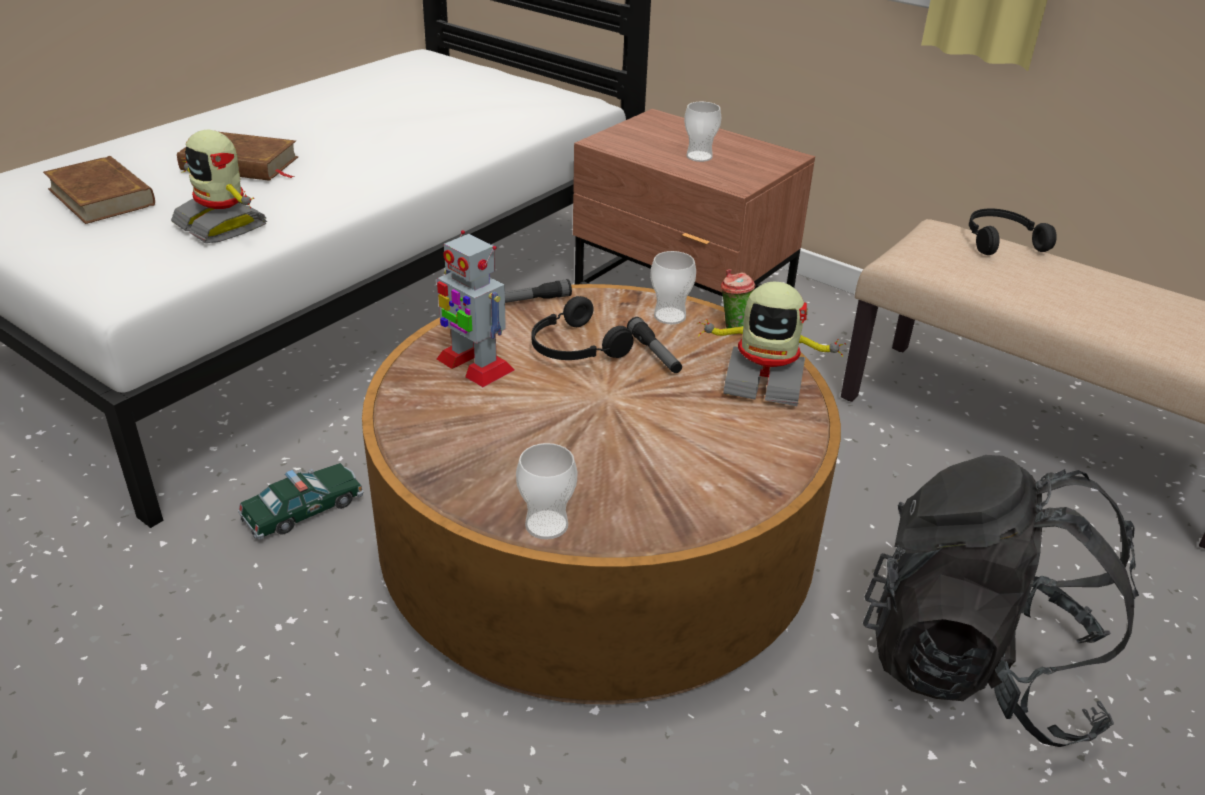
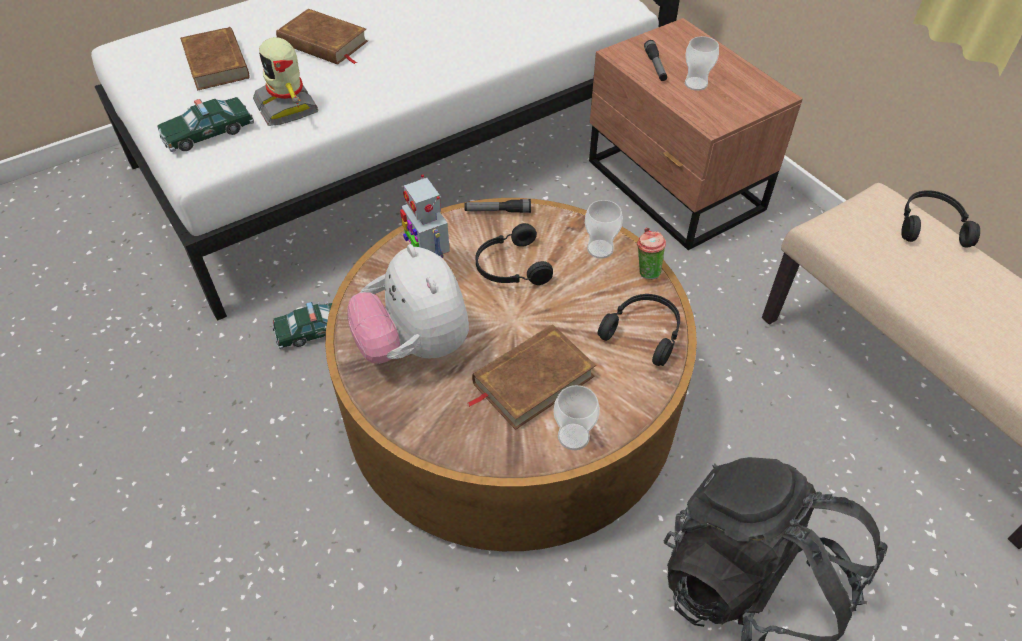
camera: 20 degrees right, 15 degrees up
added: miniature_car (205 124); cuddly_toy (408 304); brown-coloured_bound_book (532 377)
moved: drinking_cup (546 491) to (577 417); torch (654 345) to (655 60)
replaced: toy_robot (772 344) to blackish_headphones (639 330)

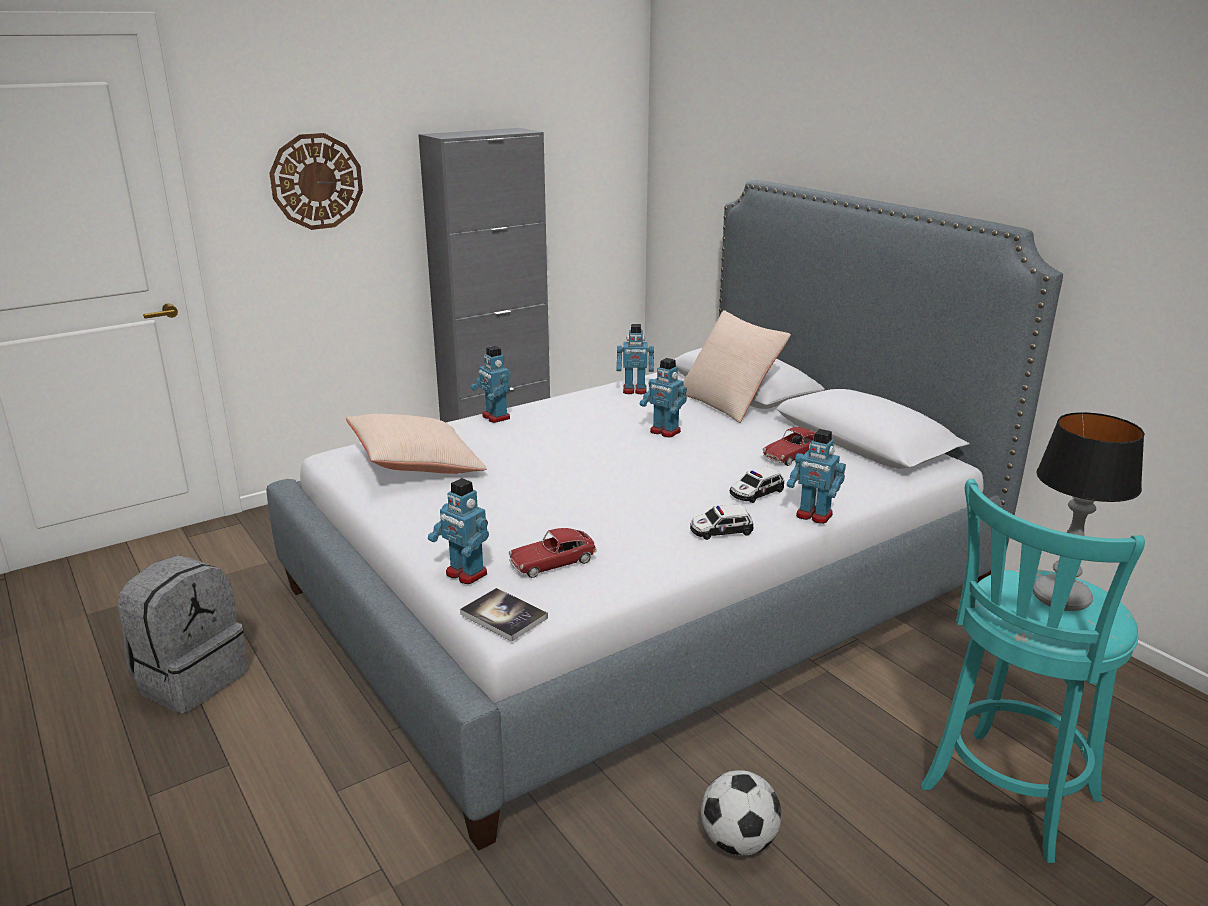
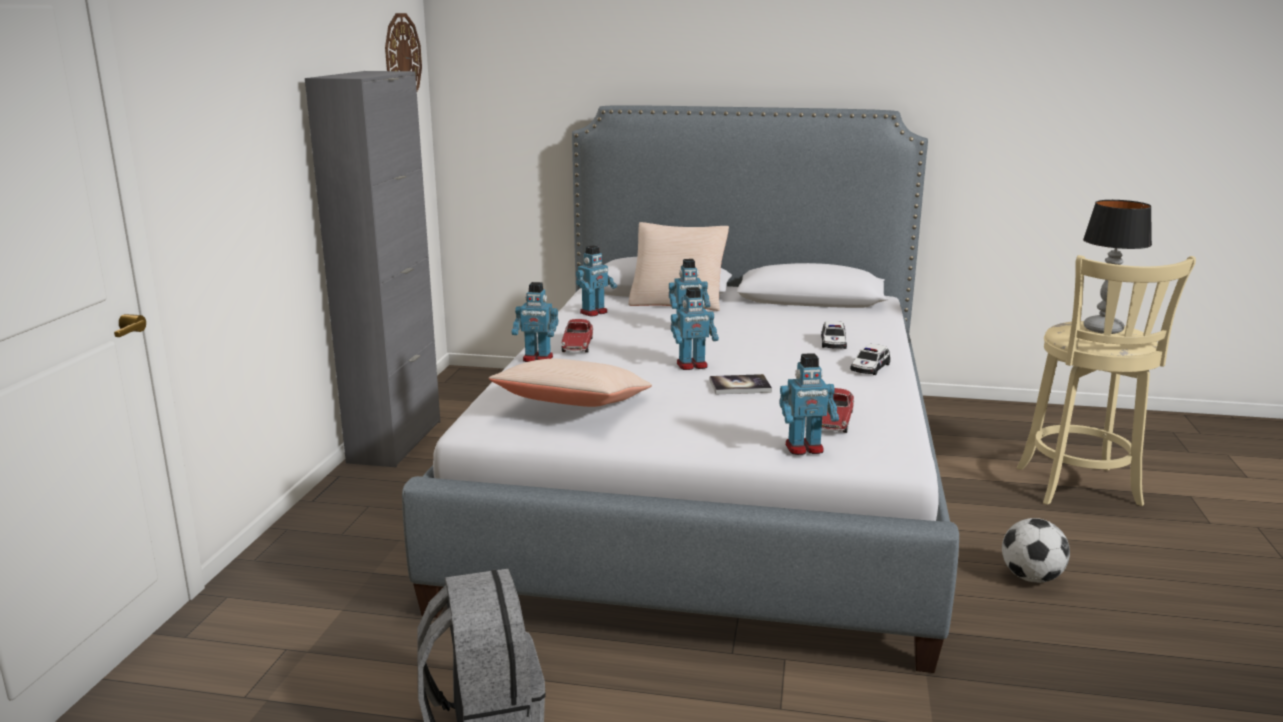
camera: 45 degrees left, 5 degrees down
moved: wall_clock (316 181) to (403 52); miniature_car (789 446) to (577 336); toy_robot (816 476) to (695 328); bound_book (504 614) to (741 384)
recoloured: turquoise-coloured_sitting_stool (1033 671) to beige-coloured_sitting_stool (1106 380)

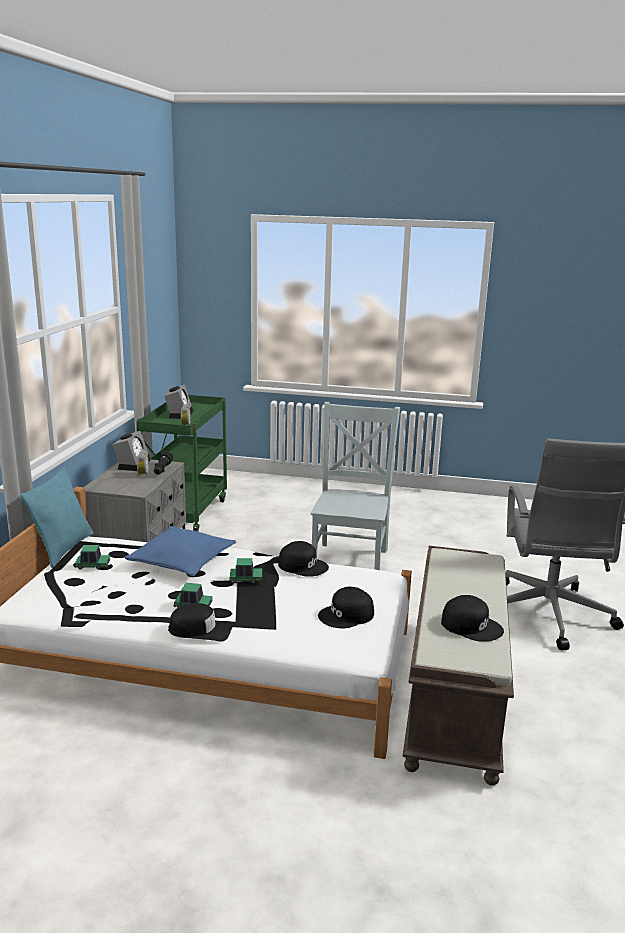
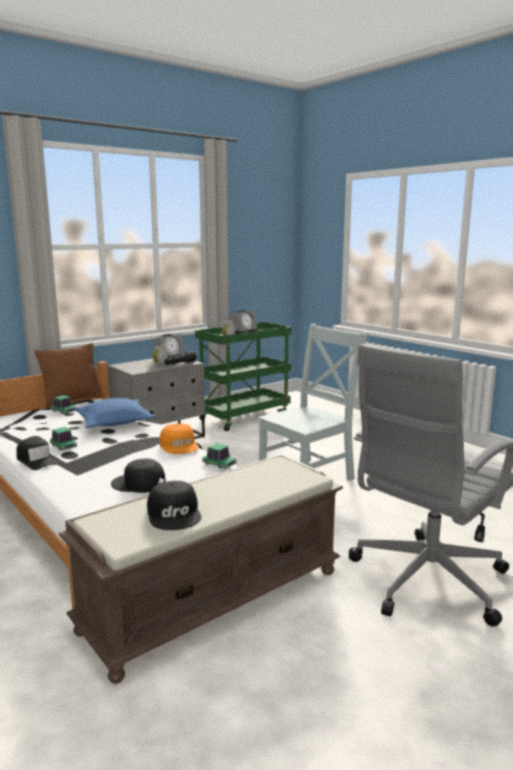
camera: 40 degrees right, 5 degrees down
moved: miniature_car (245 570) to (219 456)
recoloured: turquoise-coloured_pillow (57 517) to brown-coloured_pillow (69 375); blackish_peaked_cap (303 559) to orangey_peaked_cap (179 438)

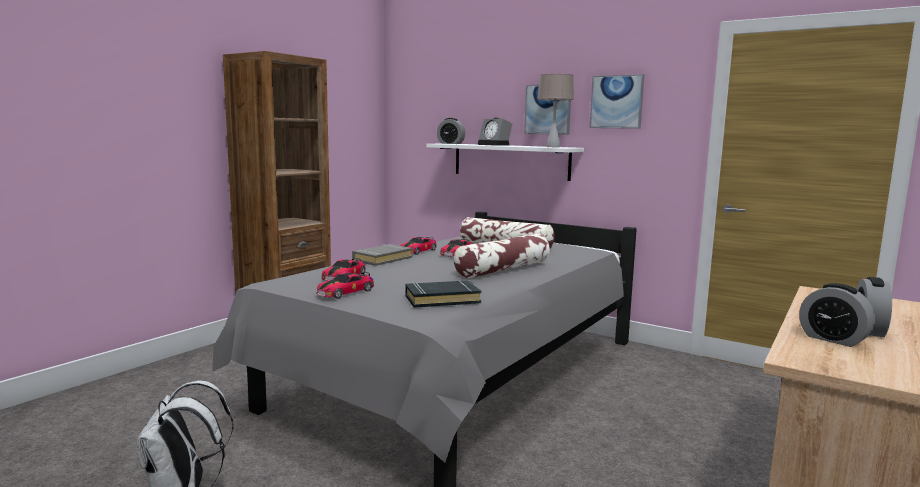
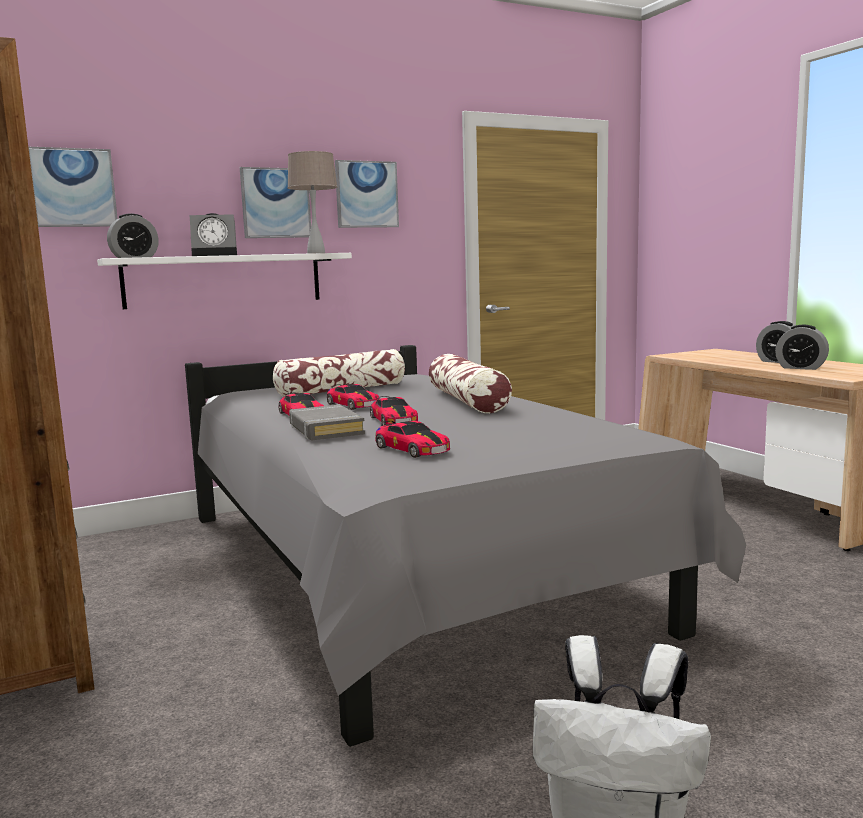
camera: 60 degrees left, 0 degrees up
removed: blackish_bound_book (443 294)
added: wall_picture (73 187)
moved: miniature_car (345 285) to (394 410)
turned: bedside_clock (837 315) = (802 347) 45 degrees clockwise

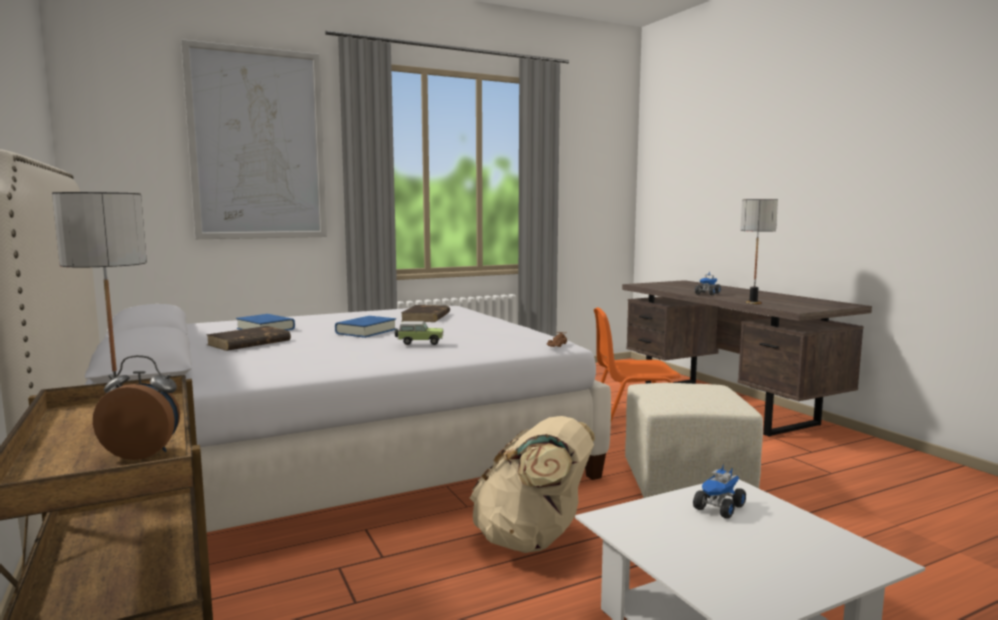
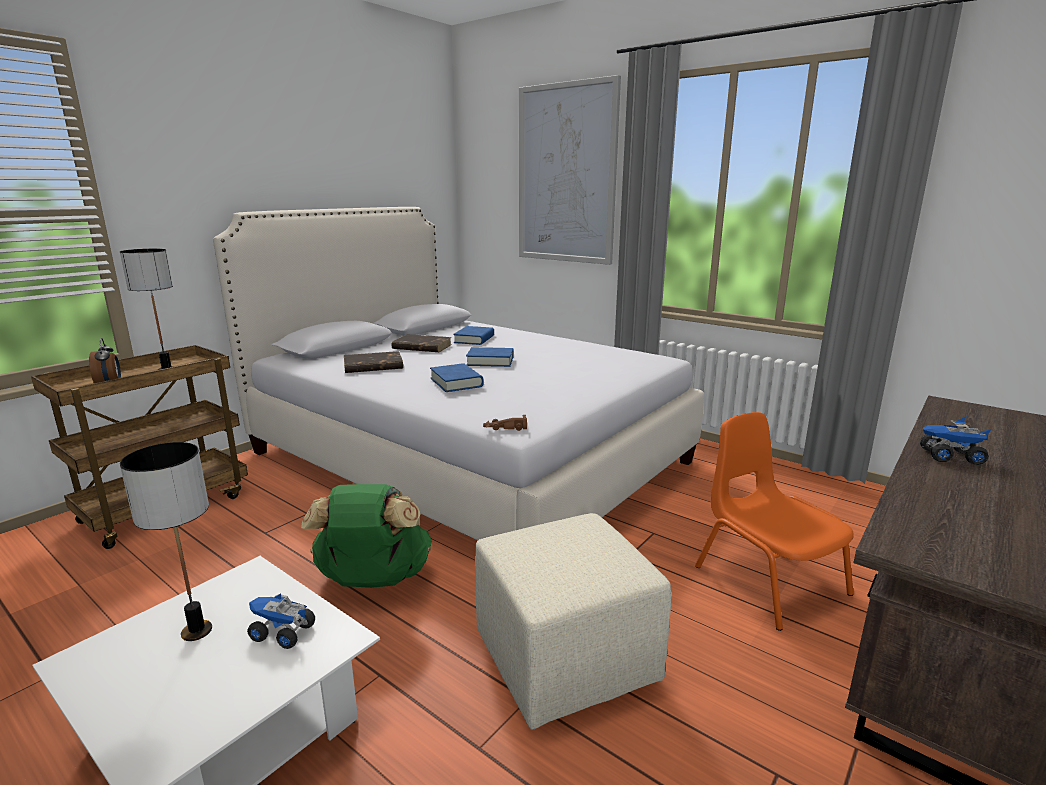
camera: 65 degrees right, 10 degrees up
moved: table_lamp (759 251) to (166 541); brown-coloured_bound_book (425 313) to (373 362)
replaced: miniature_car (419 333) to blue-coloured_bound_book (457 377)
recoloured: beige-coloured_backpack (532 484) to green-coloured_backpack (366 536)

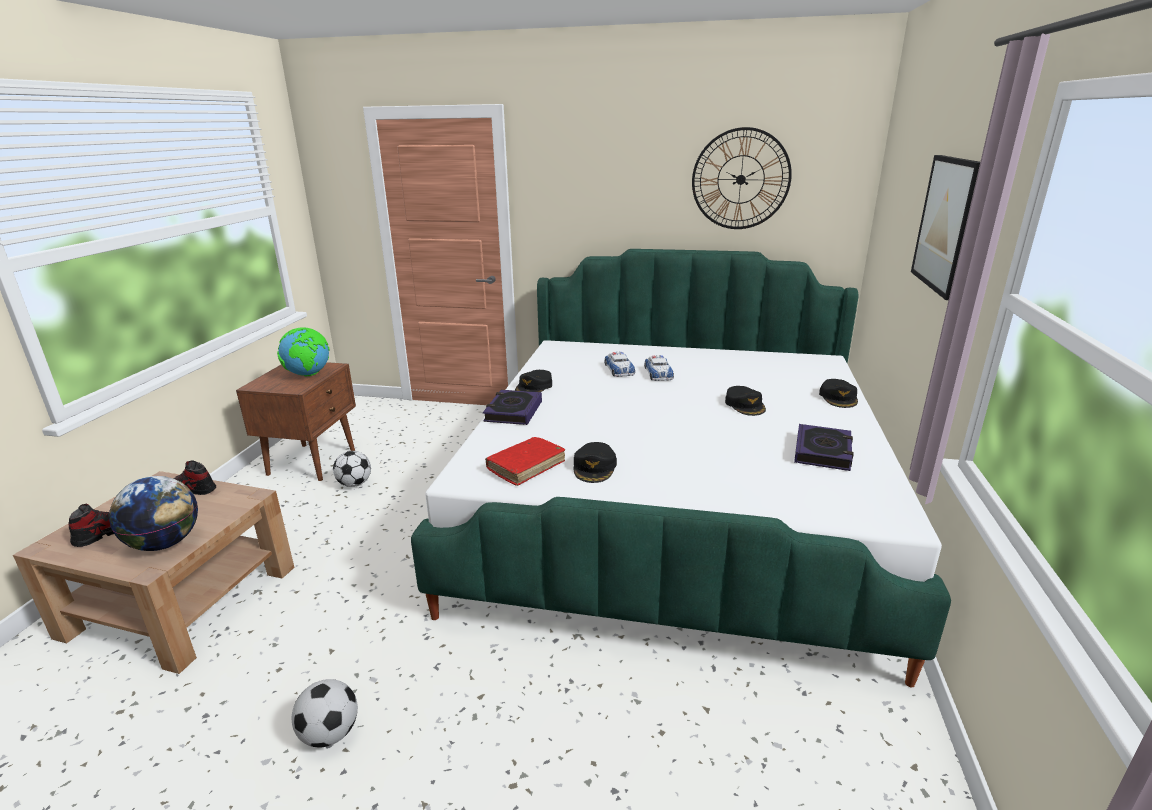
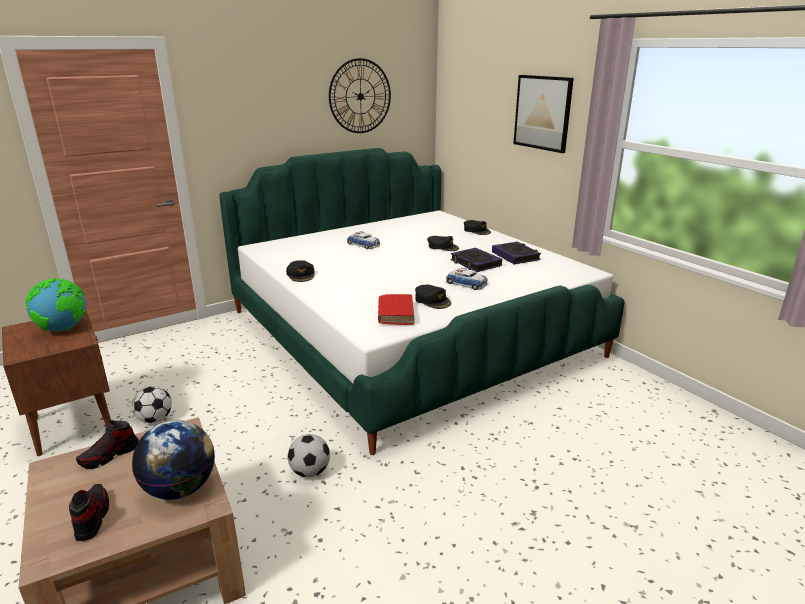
camera: 45 degrees left, 0 degrees up
moved: ball_for_football (325 713) to (309 455); miniature_car (619 364) to (466 279); bound_book (512 407) to (476 260)

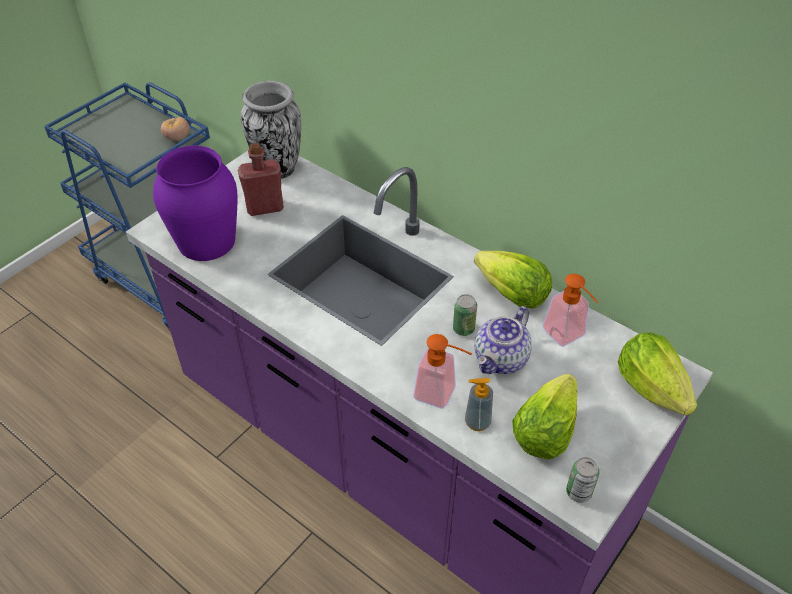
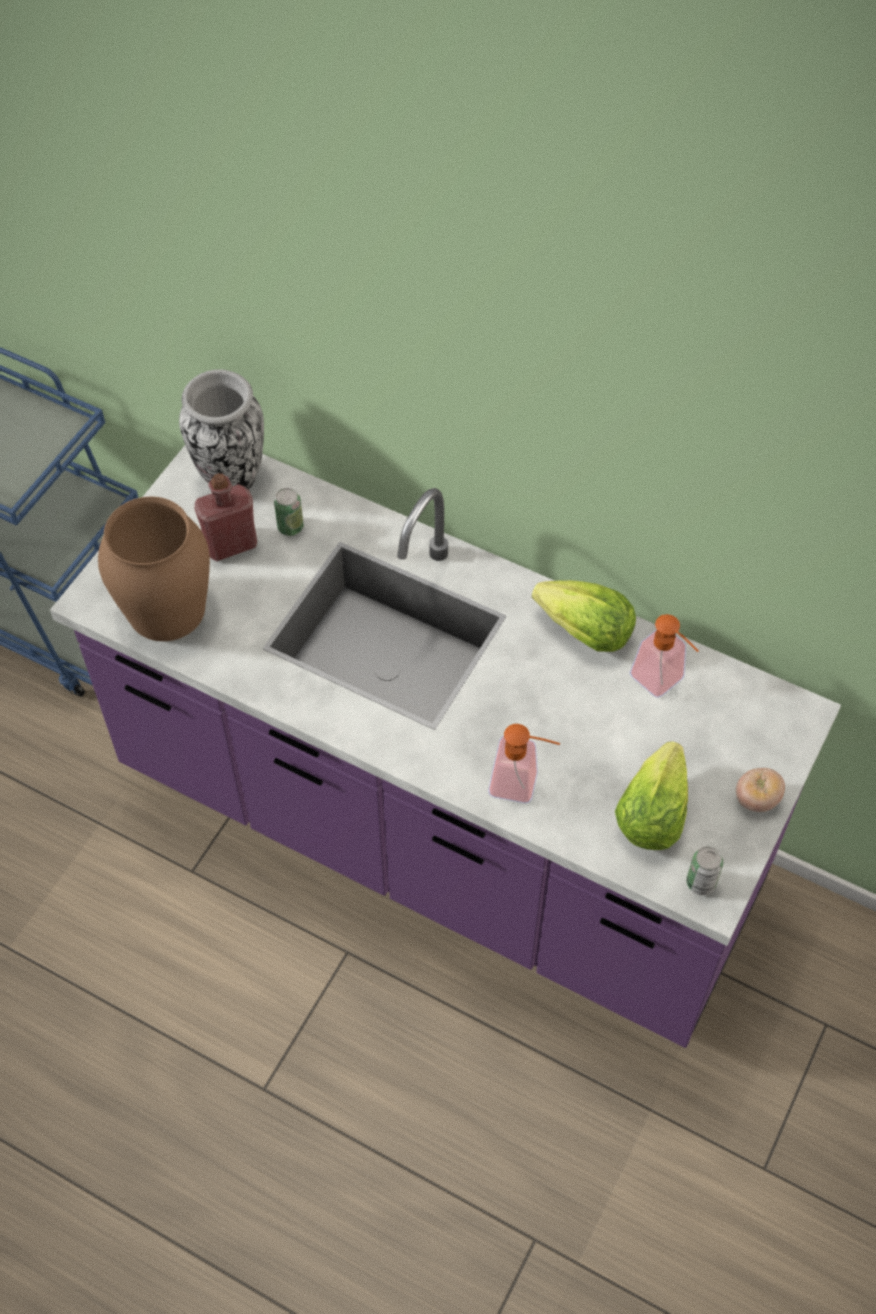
camera: 10 degrees left, 10 degrees up
removed: soap_bottle (479 404); pot_for_tea (503 340); head_of_lettuce (657 374)
moved: metal_can (465 315) to (288 512); whole_tomato (175 129) to (760 790)
recoloured: purple_decorative_vase (195 203) to brown-coloured_decorative_vase (154 568)

